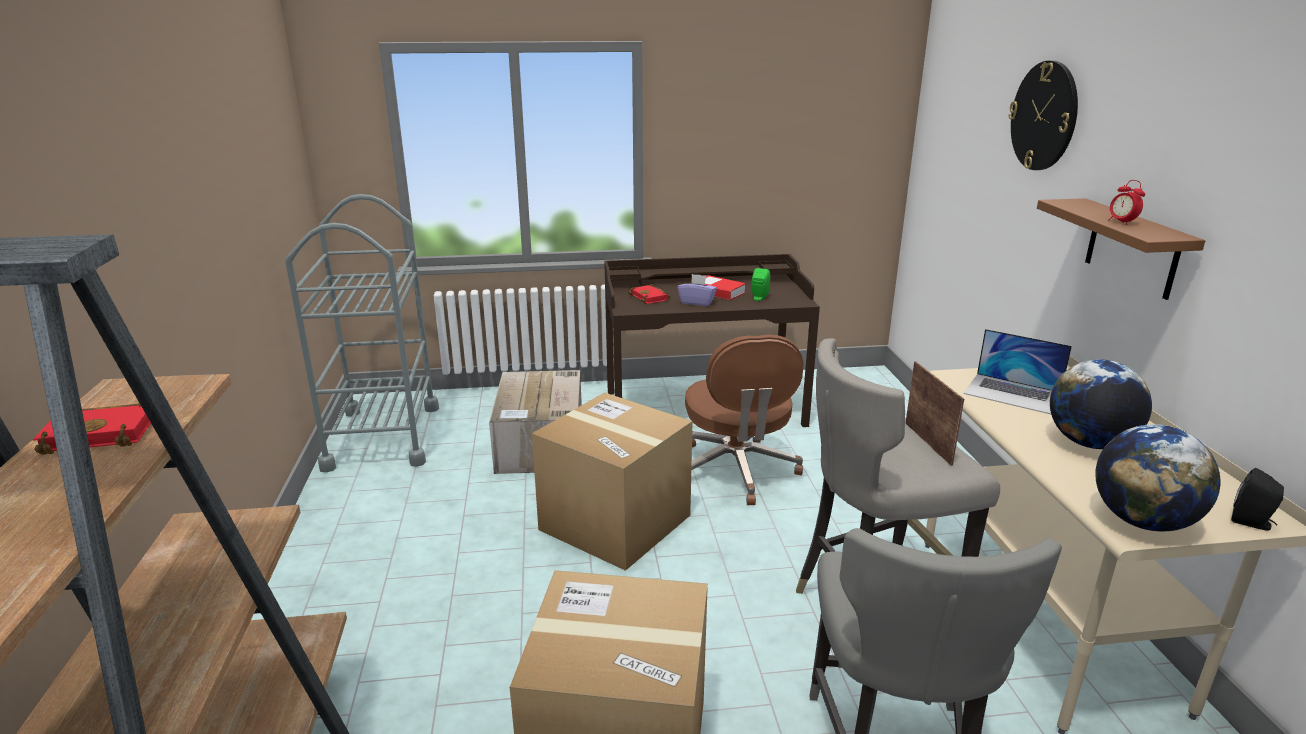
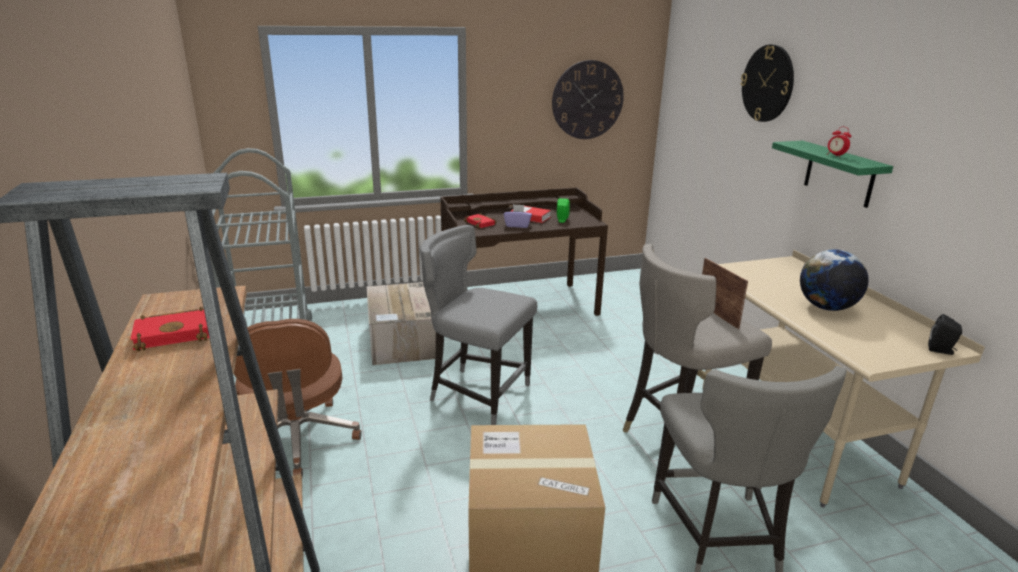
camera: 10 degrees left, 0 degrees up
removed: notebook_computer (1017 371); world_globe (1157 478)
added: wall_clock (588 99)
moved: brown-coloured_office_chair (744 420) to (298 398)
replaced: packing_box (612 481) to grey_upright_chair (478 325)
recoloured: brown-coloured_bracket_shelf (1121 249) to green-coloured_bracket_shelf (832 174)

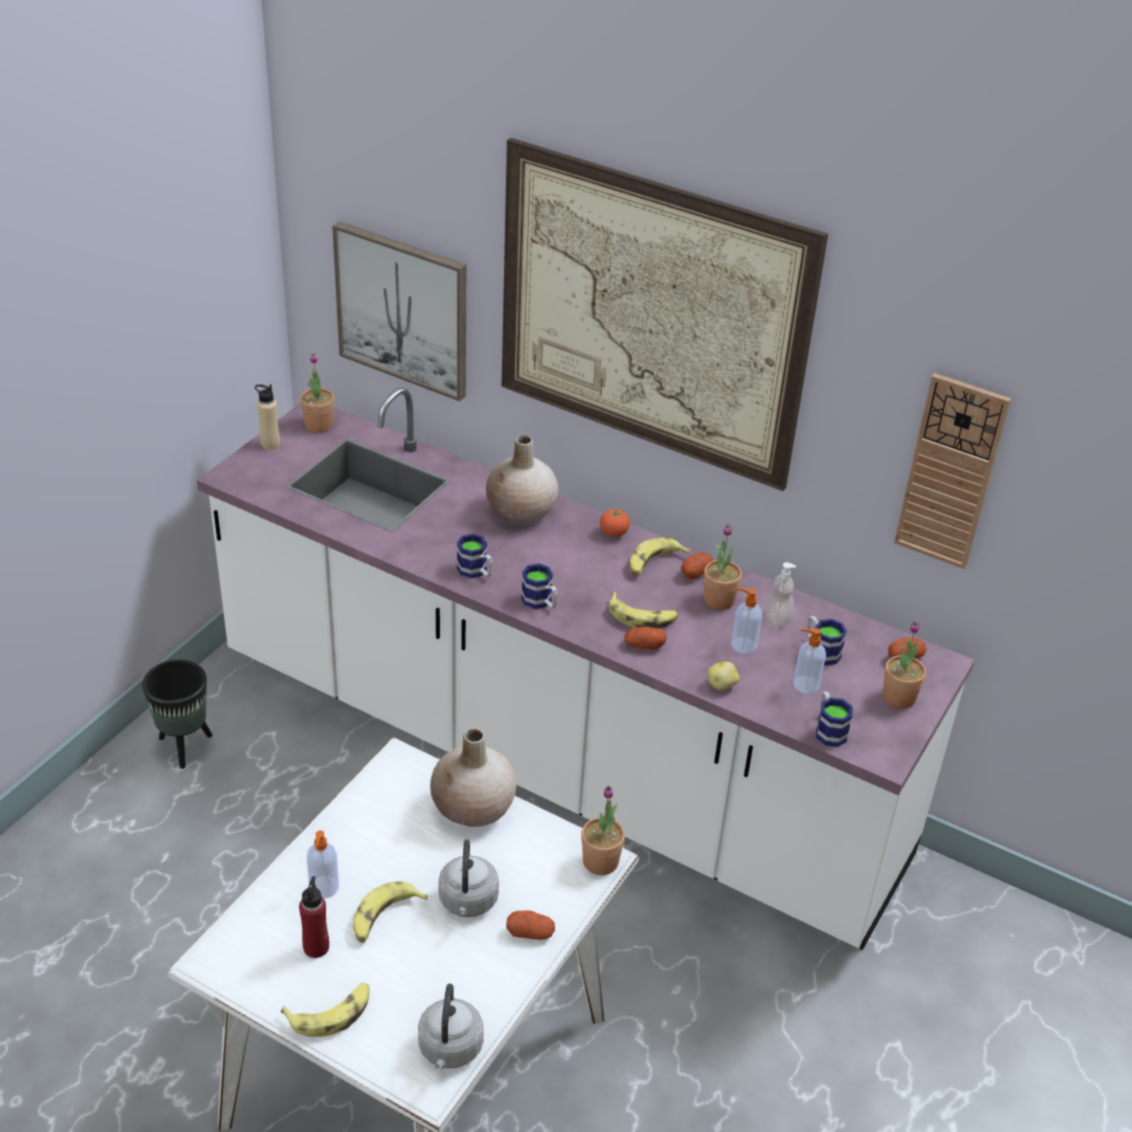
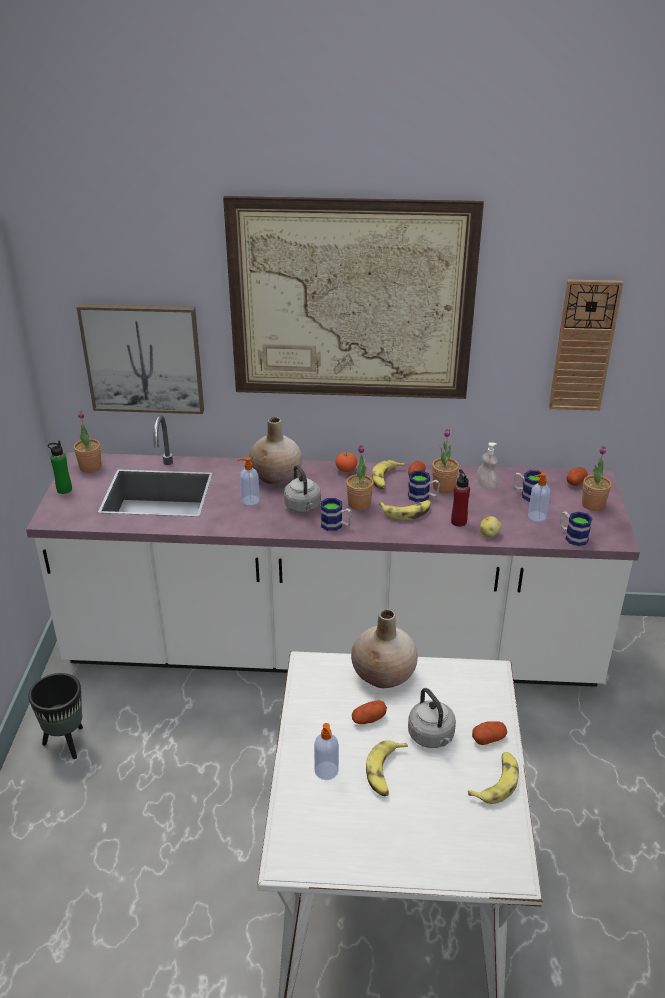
camera: 25 degrees left, 5 degrees down
moved: soap_bottle (746 621) to (248 481); grey_water_kettle (451 1026) to (302 489); potted_plant (603 830) to (360 477); spud (645 638) to (369 712); coffee_mug (475 556) to (424 486); red-coloured_bottle (314 917) to (460 498); banana_fruit (325 1010) to (493 778)
recoloured: beige-coloured_bottle (267 417) to green-coloured_bottle (60 467)

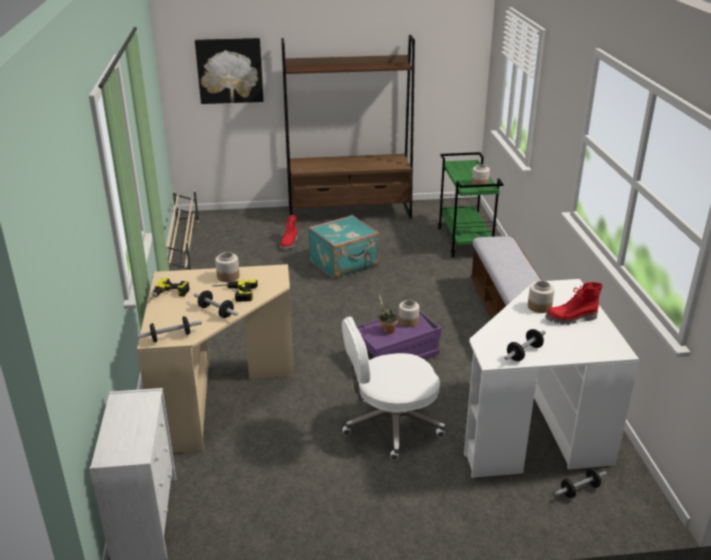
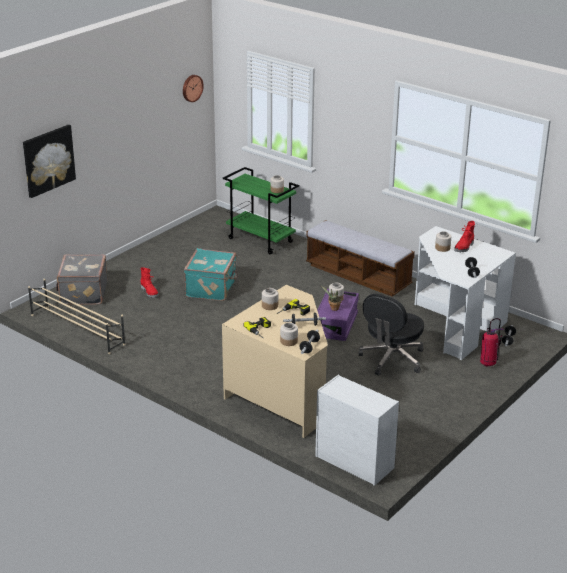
camera: 45 degrees left, 0 degrees up
removed: brown-coloured_bookcase (348 127)
added: grey_piece_of_luggage (82 279); wall_clock (193 88); storage_jar (289 334); fire_extinguisher (492 342)
recoloured: white_office_chair (393 388) to blackish_office_chair (391 335)

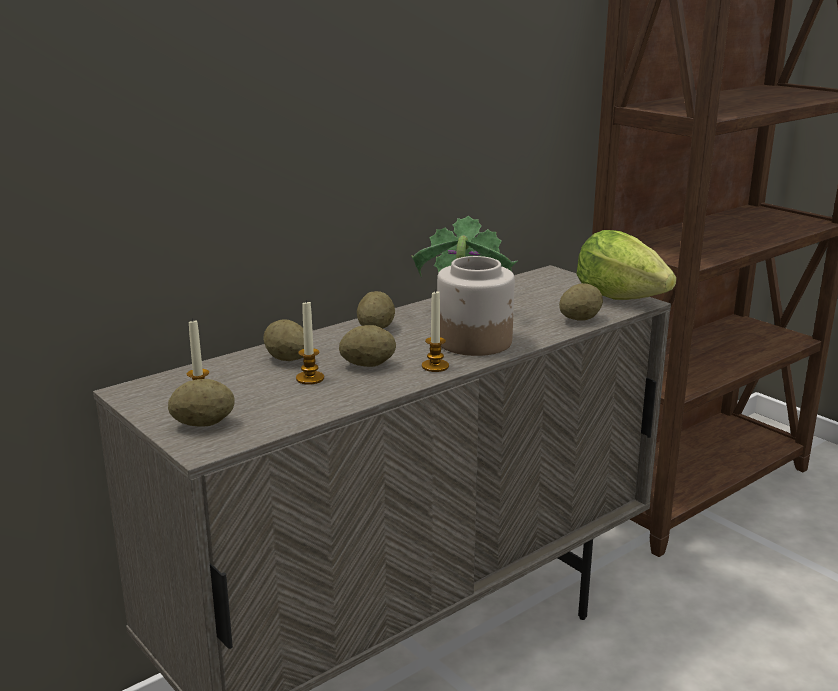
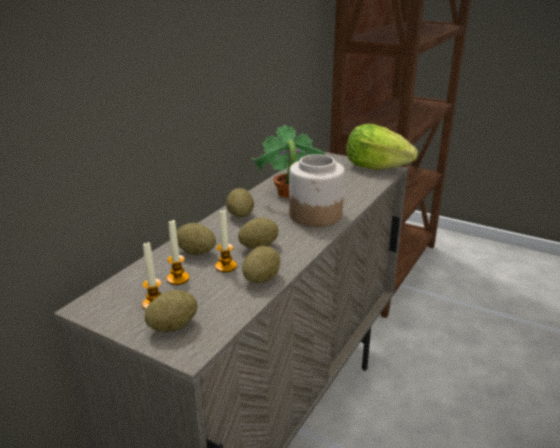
camera: 20 degrees left, 5 degrees up
moved: wax_light (435 331) to (178 252); spud (581 302) to (261 264)

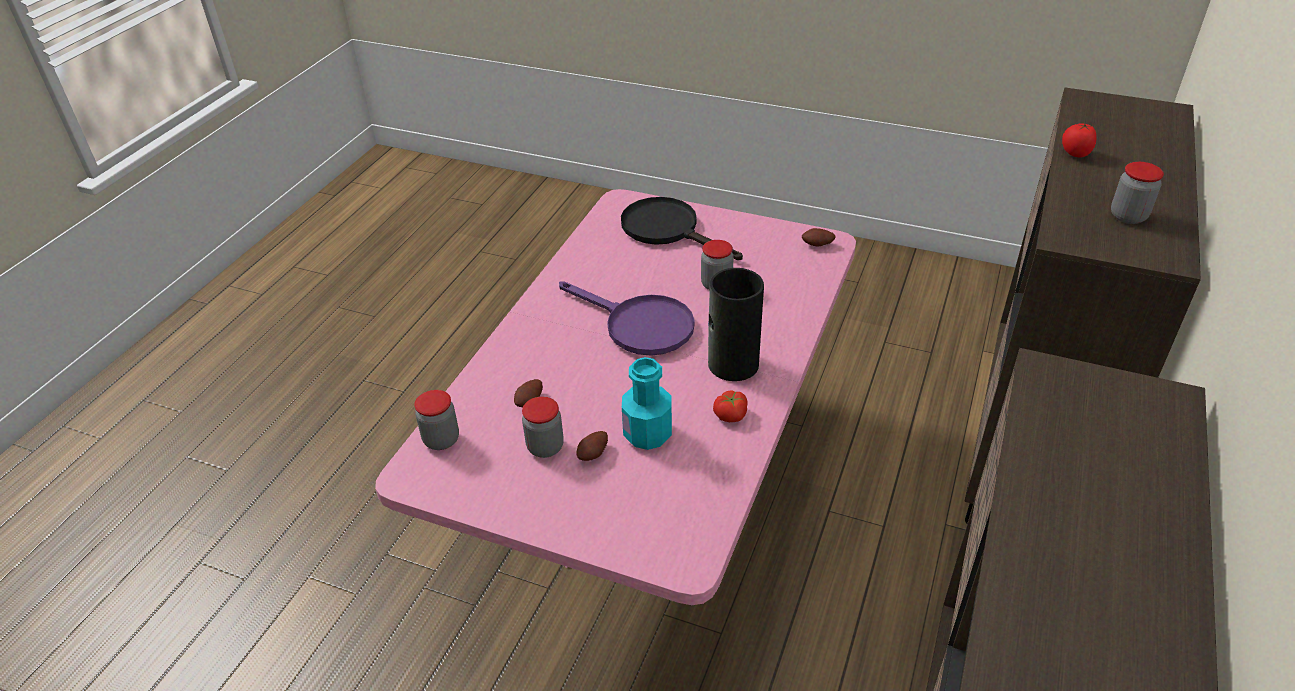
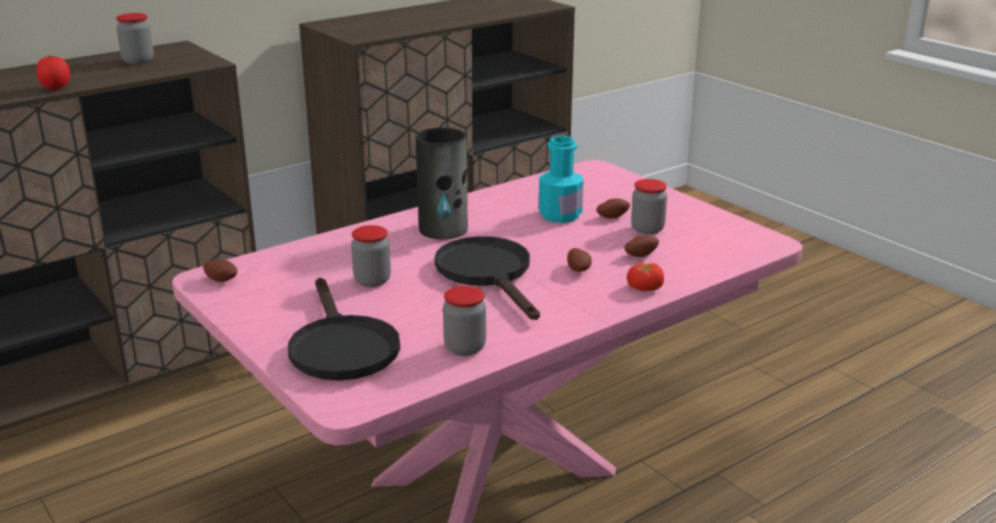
camera: 150 degrees left, 15 degrees down
added: spud (579 260)
moved: storage_jar (437 420) to (464 321); whole_tomato (730 406) to (645 276)
recoloured: purple_pan (627 319) to blackish_pan (487 278)

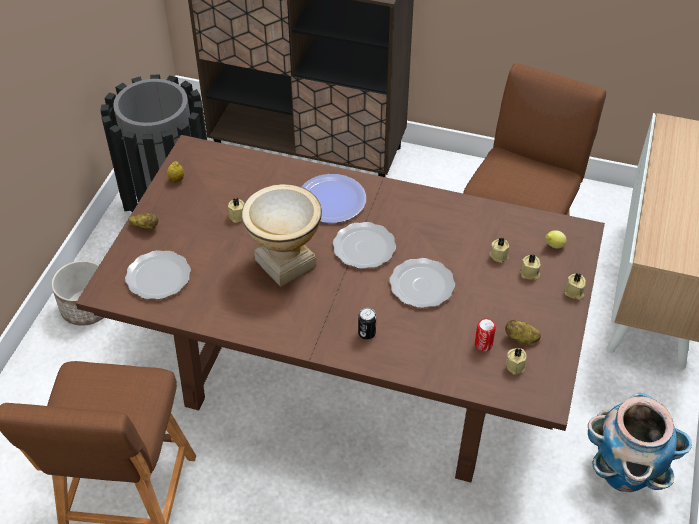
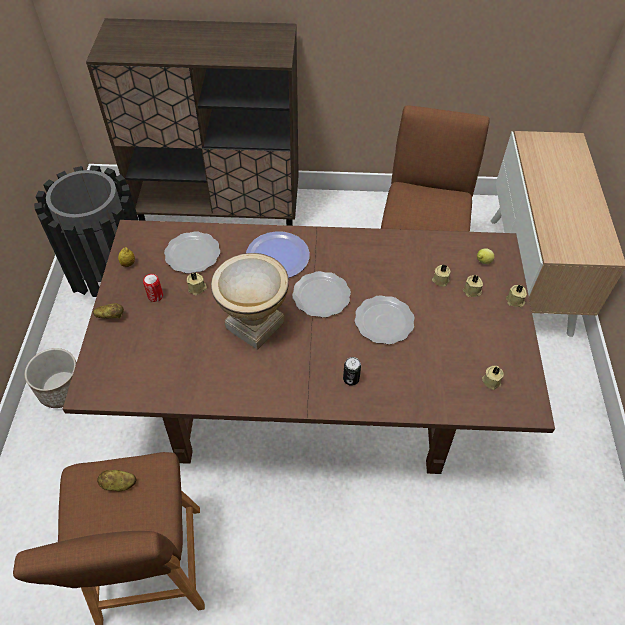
camera: 15 degrees left, 5 degrees up
removed: planter (640 442)
moved: spud (523 332) to (116 480); metal_can (485 334) to (153 288); plate (158 274) to (192 252)

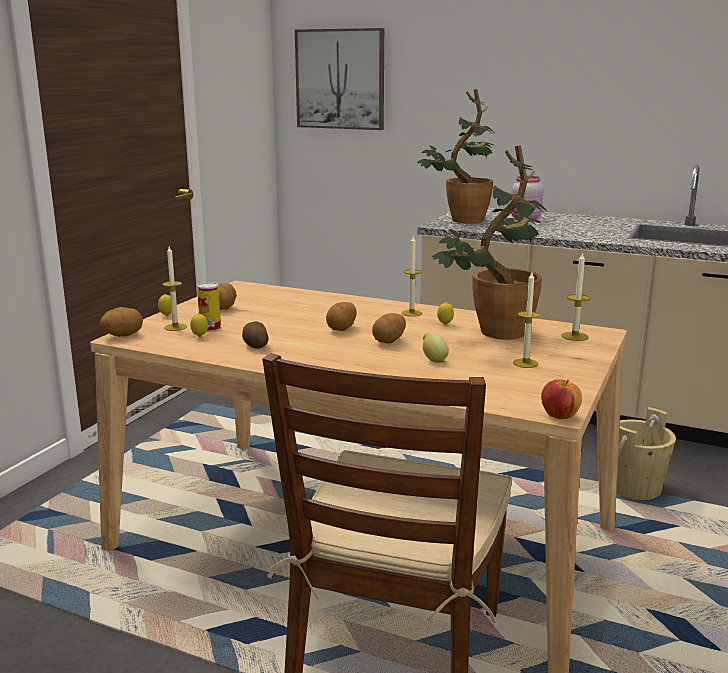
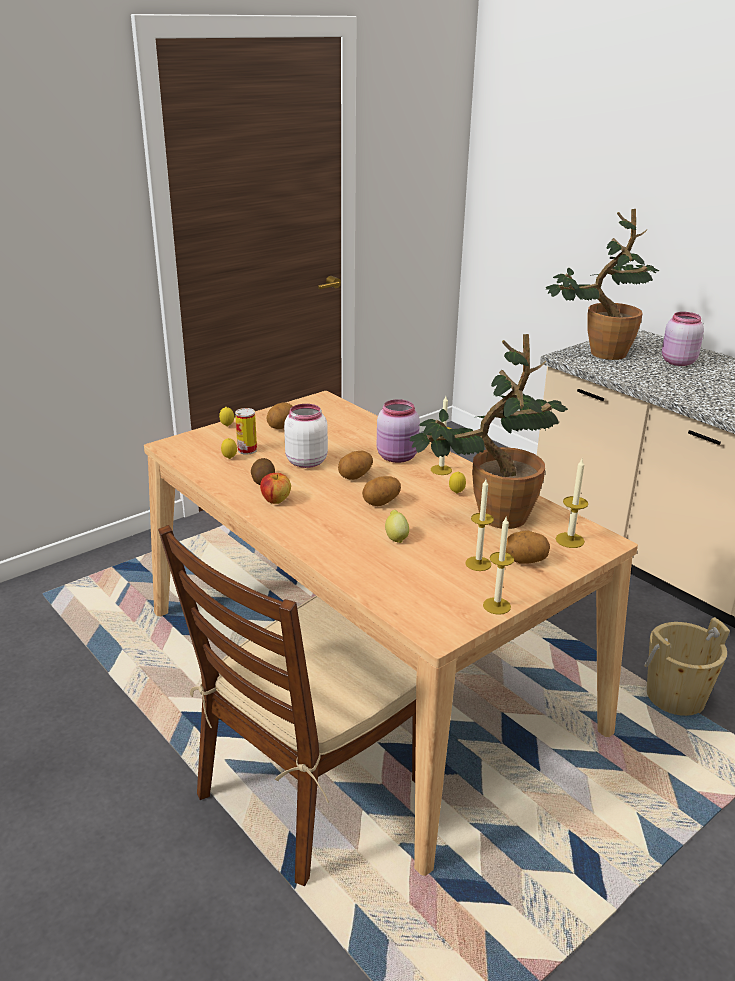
camera: 25 degrees right, 10 degrees up
removed: wall_picture (339 79)
added: white_storage_jar (306 436); pink-coloured_storage_jar (398 431)
moved: apple_fruit (561 399) to (275 488); wax_light (174 288) to (498 566); spud (121 322) to (528 547)

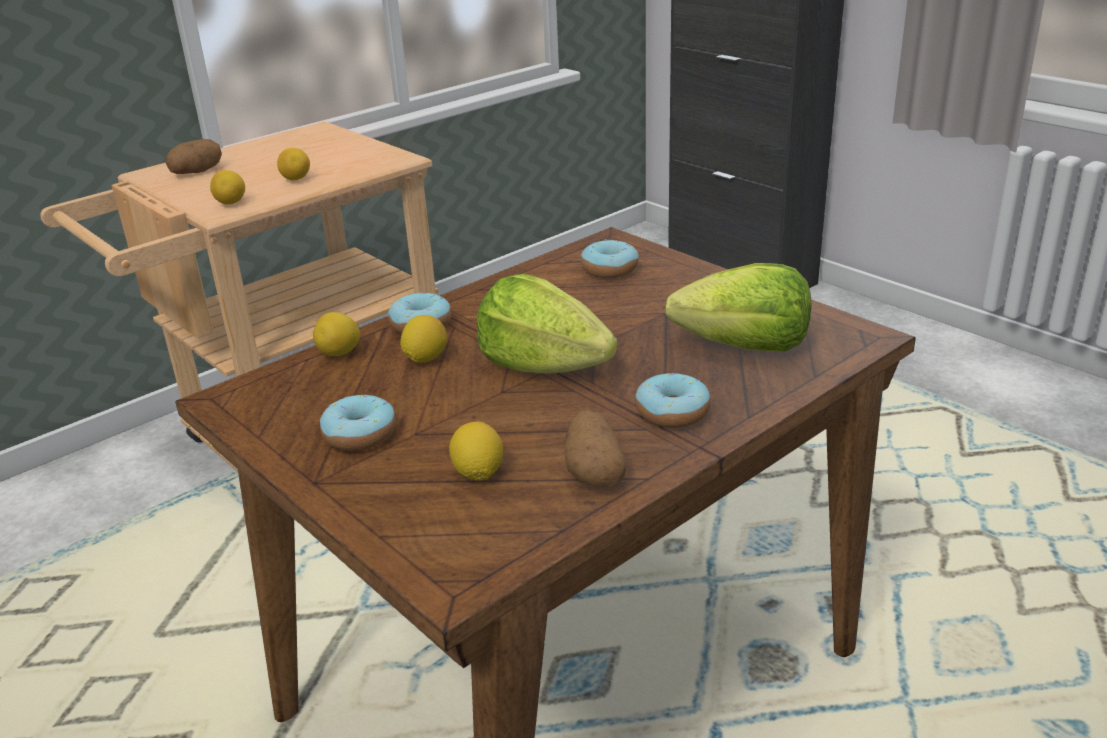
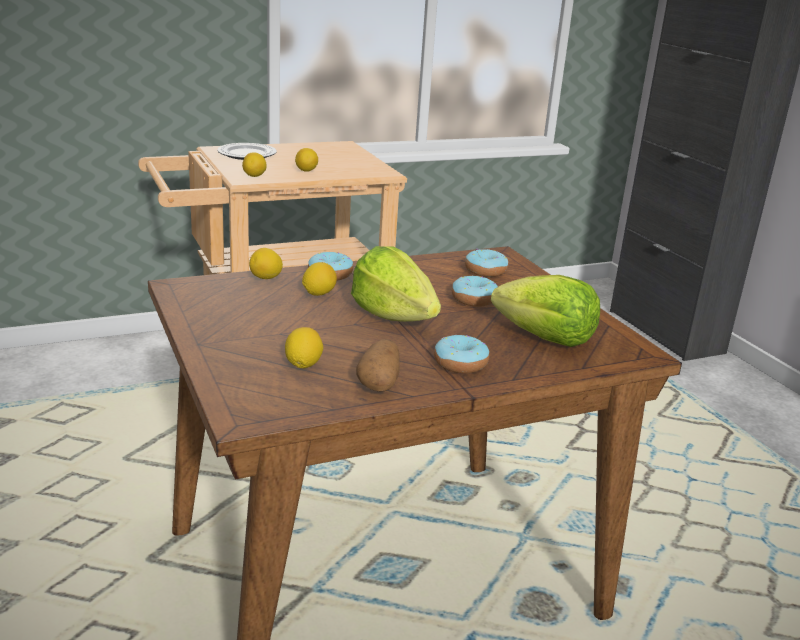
camera: 15 degrees right, 5 degrees down
moved: ring_doughnut (358 423) to (475 291)
replaced: spud (194 156) to plate (247 151)

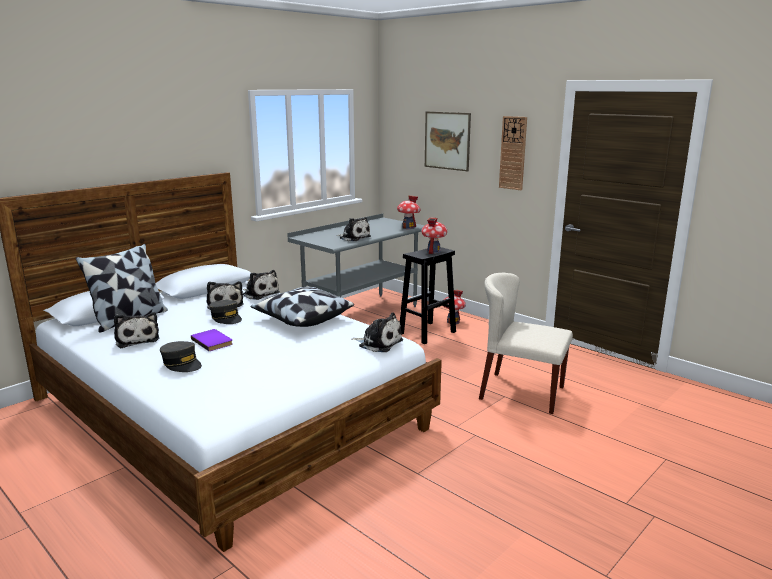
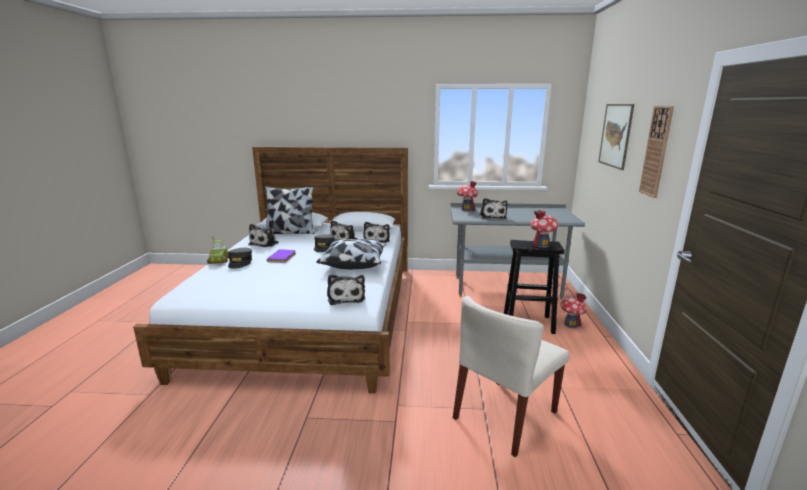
camera: 50 degrees right, 0 degrees up
added: miniature_car (218 250)
moved: model_house (409 212) to (467 196)
turned: beige-coloured_upright_chair (526 343) = (511 376) 120 degrees counterclockwise

